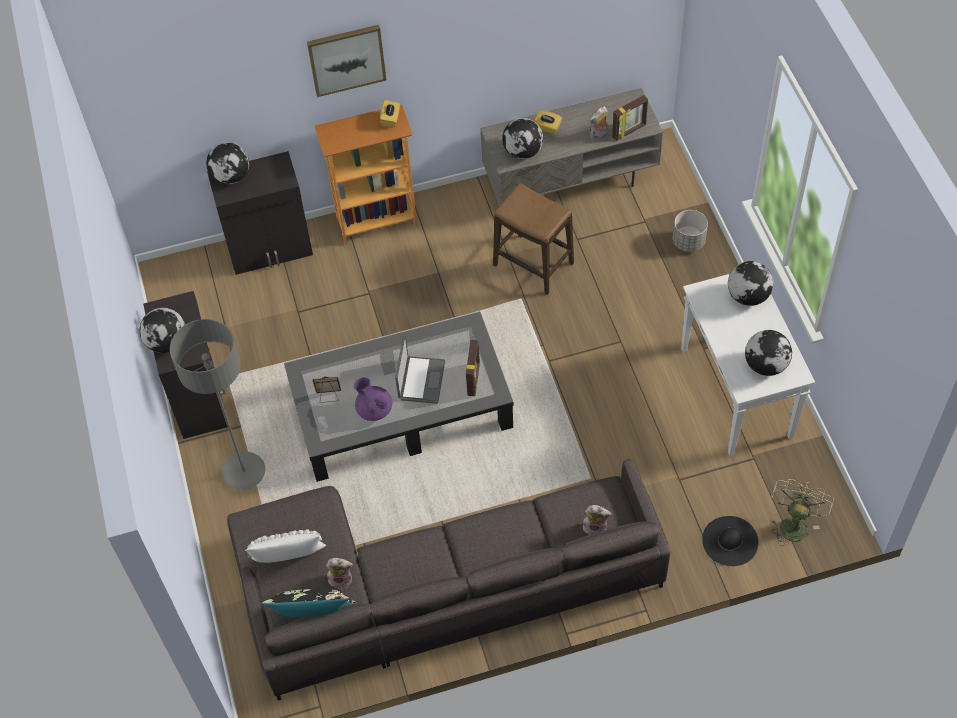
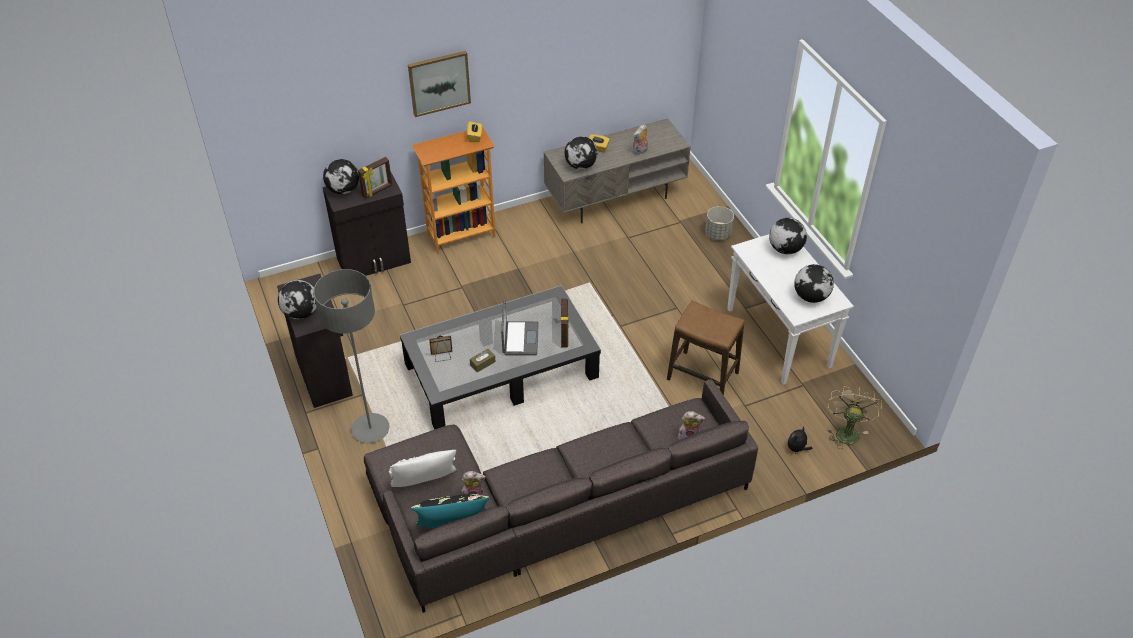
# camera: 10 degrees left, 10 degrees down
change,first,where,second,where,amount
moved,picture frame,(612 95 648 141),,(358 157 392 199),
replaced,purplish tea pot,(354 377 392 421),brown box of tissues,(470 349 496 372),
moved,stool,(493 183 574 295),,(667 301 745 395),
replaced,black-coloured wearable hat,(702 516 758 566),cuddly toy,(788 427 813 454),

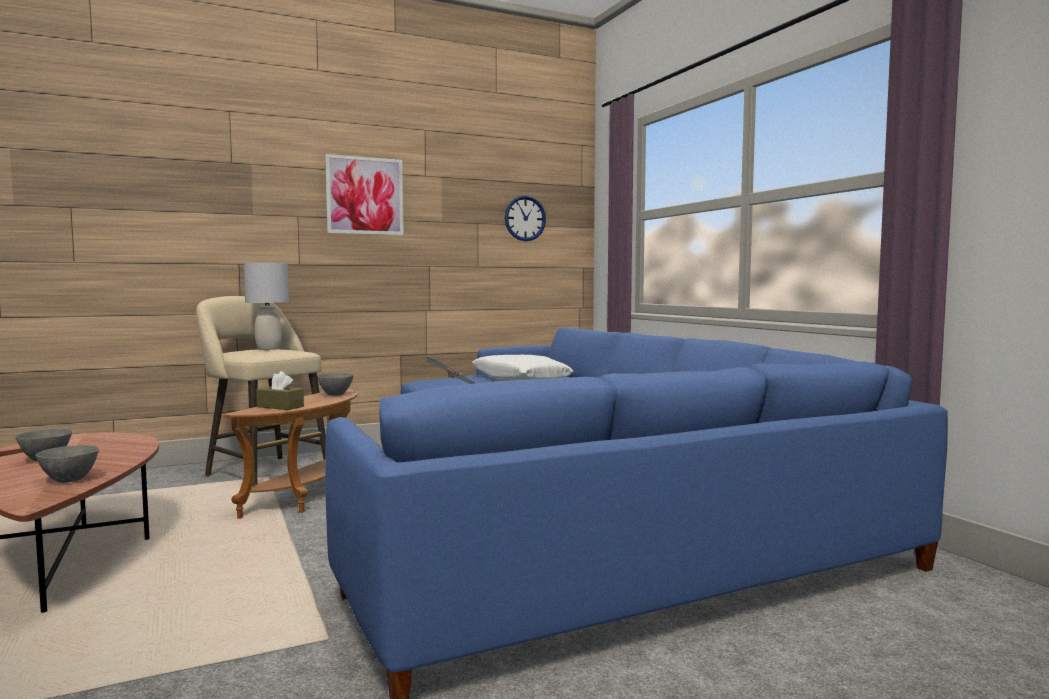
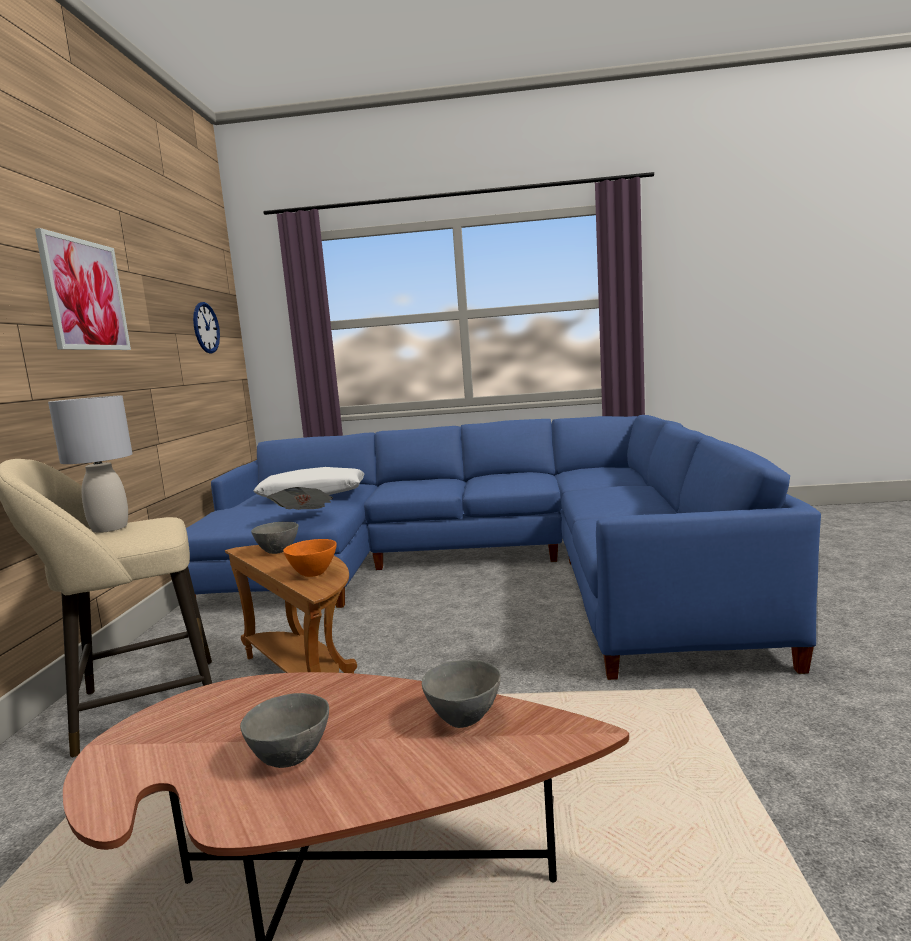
# camera: 60 degrees left, 5 degrees up
change,first,where,second,where,amount
replaced,brown box of tissues,(256 371 304 410),orange-coloured deep dish,(283 539 337 577),

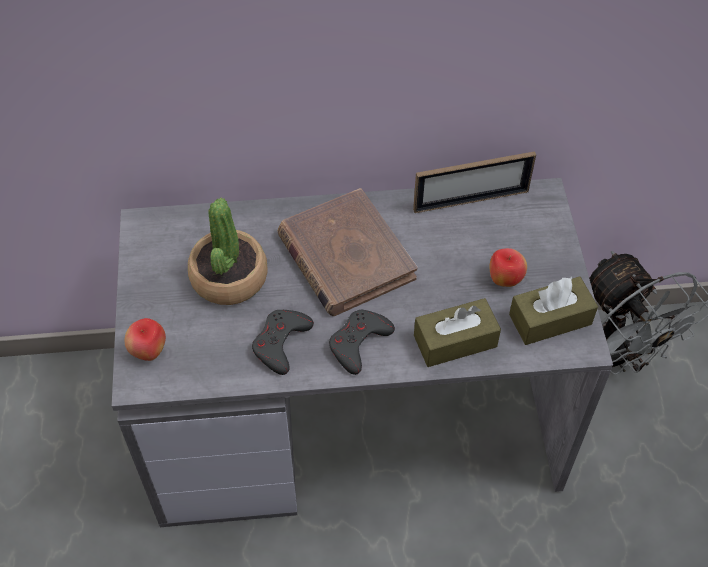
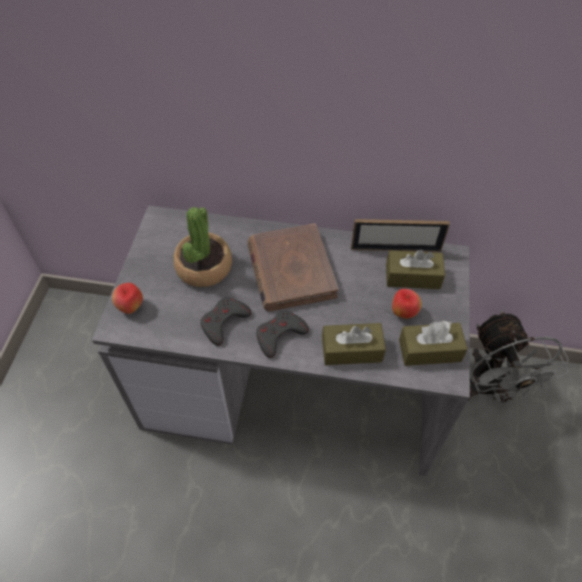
# camera: 15 degrees right, 0 degrees up
change,first,where,second,where,amount
added,,,brown box of tissues,(386 250 445 289),

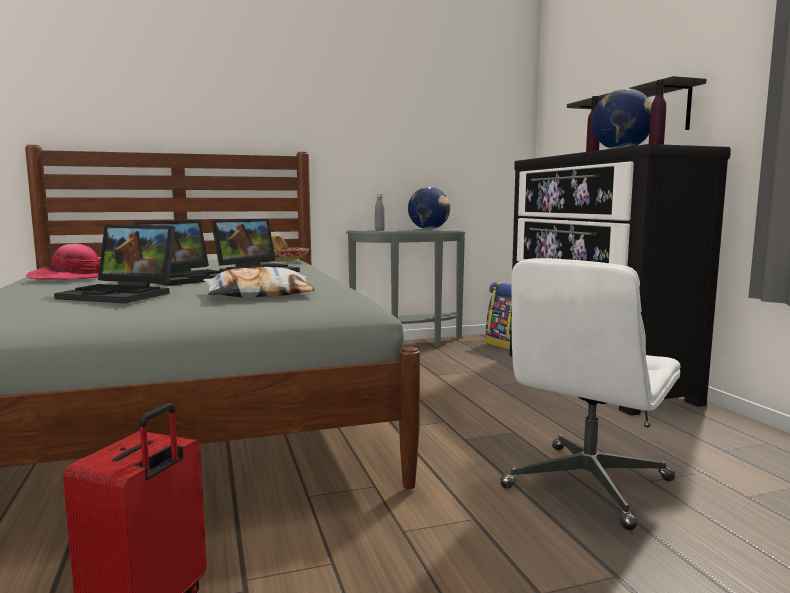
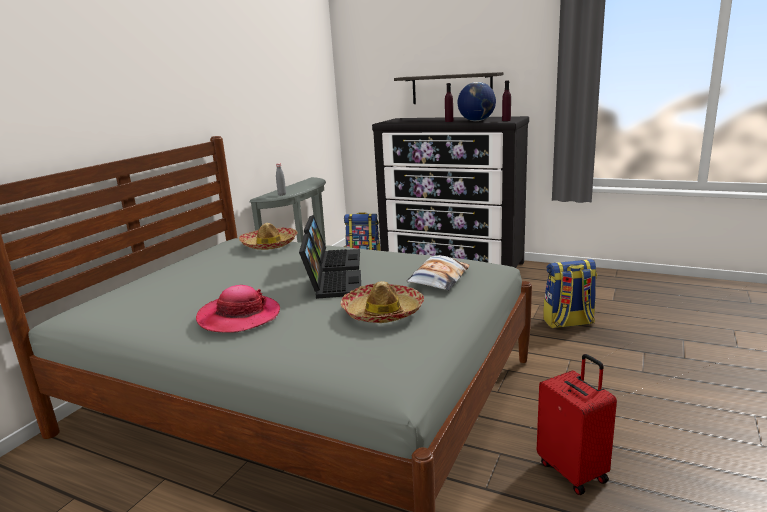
# camera: 45 degrees left, 10 degrees up
change,first,where,second,where,amount
replaced,portable computer,(54 224 176 304),wearable hat,(341 281 424 323),
replaced,whitish office chair,(500 258 680 530),rucksack,(544 259 597 328),
removed,world globe,(408 187 450 230),,,

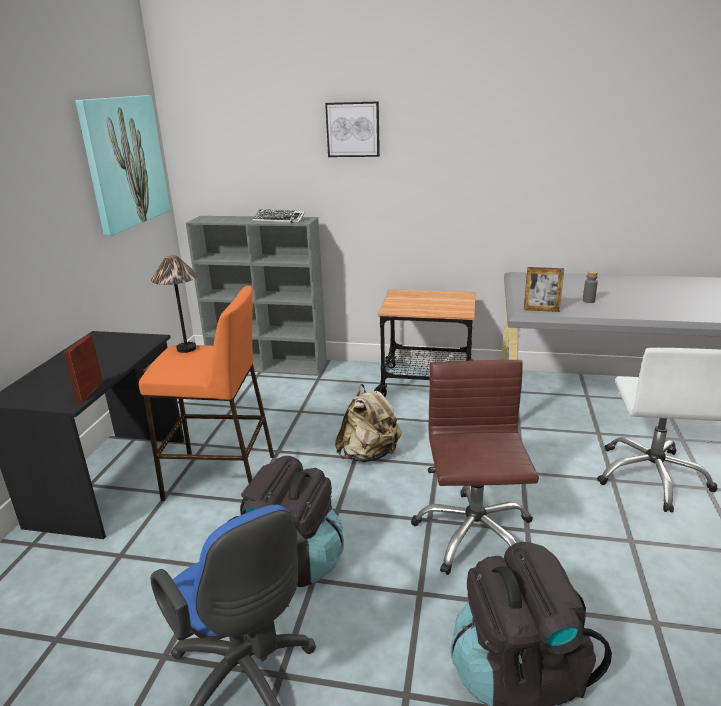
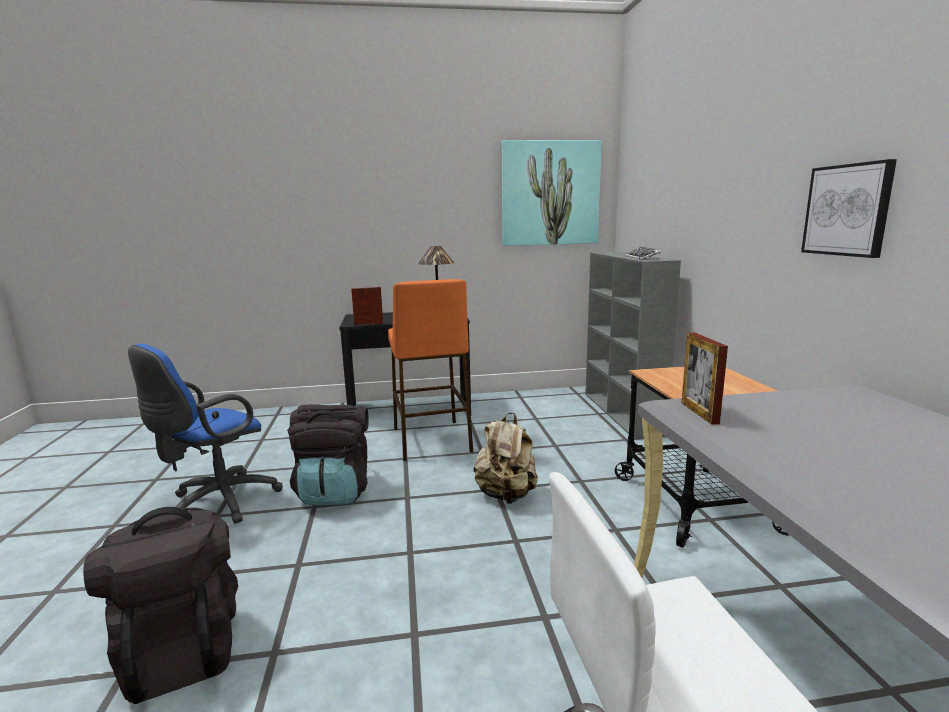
# camera: 70 degrees right, 10 degrees down
change,first,where,second,where,amount
moved,picture,(325 101 380 157),,(801 159 897 258),
removed,brown office chair,(411 360 539 575),,,
removed,grey beverage bottle,(583 271 598 303),,,

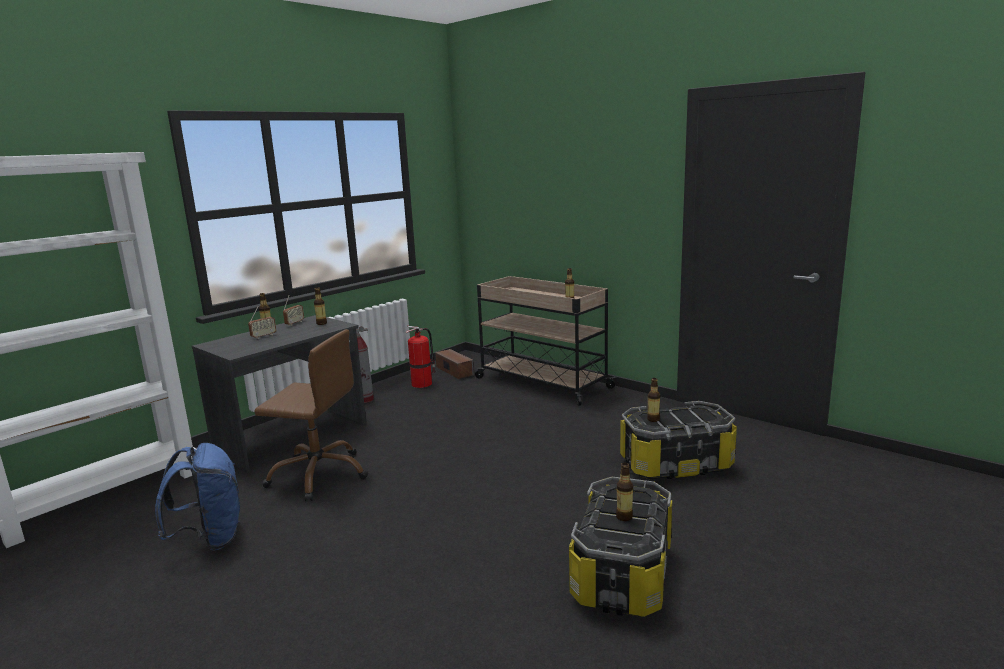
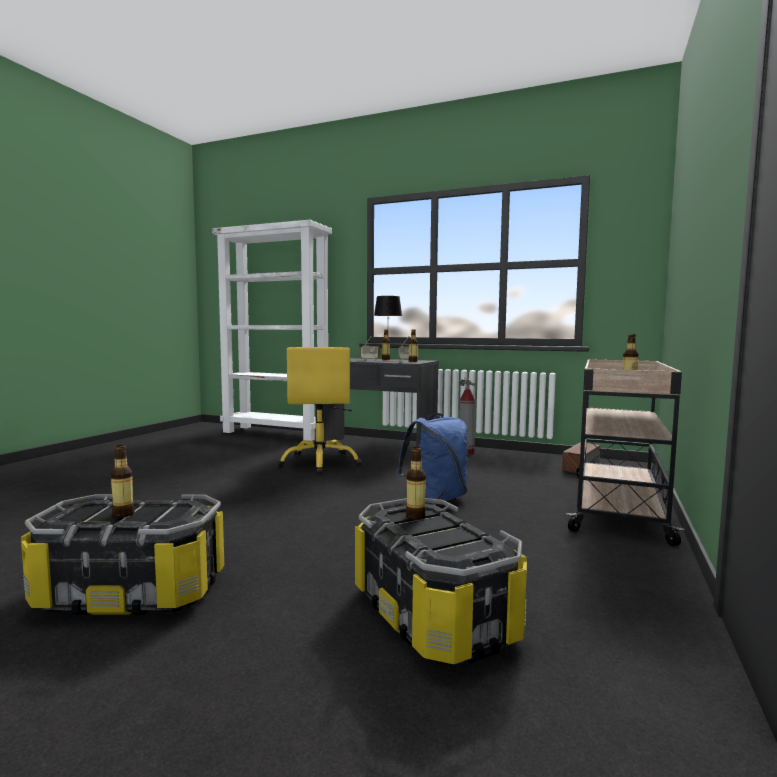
# camera: 70 degrees right, 10 degrees down
change,first,where,second,where,amount
recoloured,brown office chair,(254 329 368 501),yellowish office chair,(277 347 362 474),
added,,,tabletop lamp,(374 296 402 362),
moved,bluish rucksack,(155 443 240 551),,(396 413 468 504),
removed,extinguisher,(406 326 436 388),,,

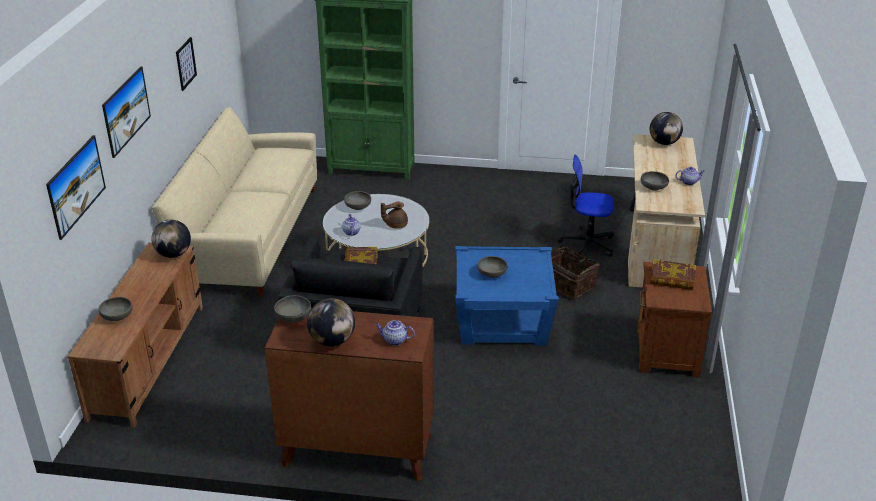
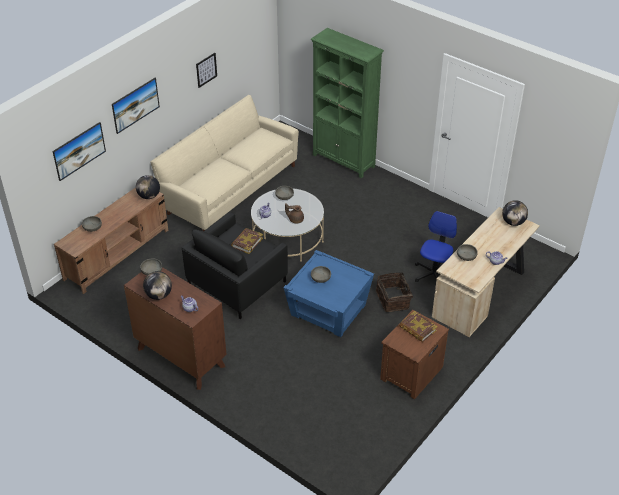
# camera: 30 degrees right, 10 degrees up
change,first,where,second,where,amount
turned,office chair,(558 154 614 257),,(415 211 457 282),75 degrees clockwise

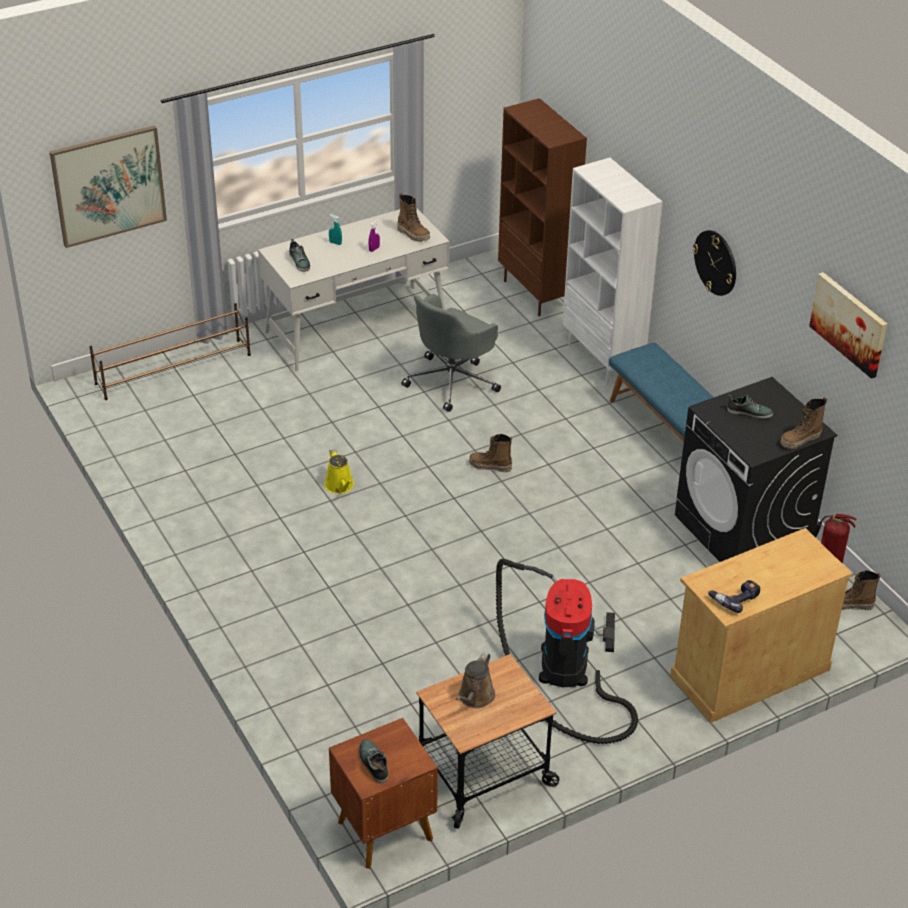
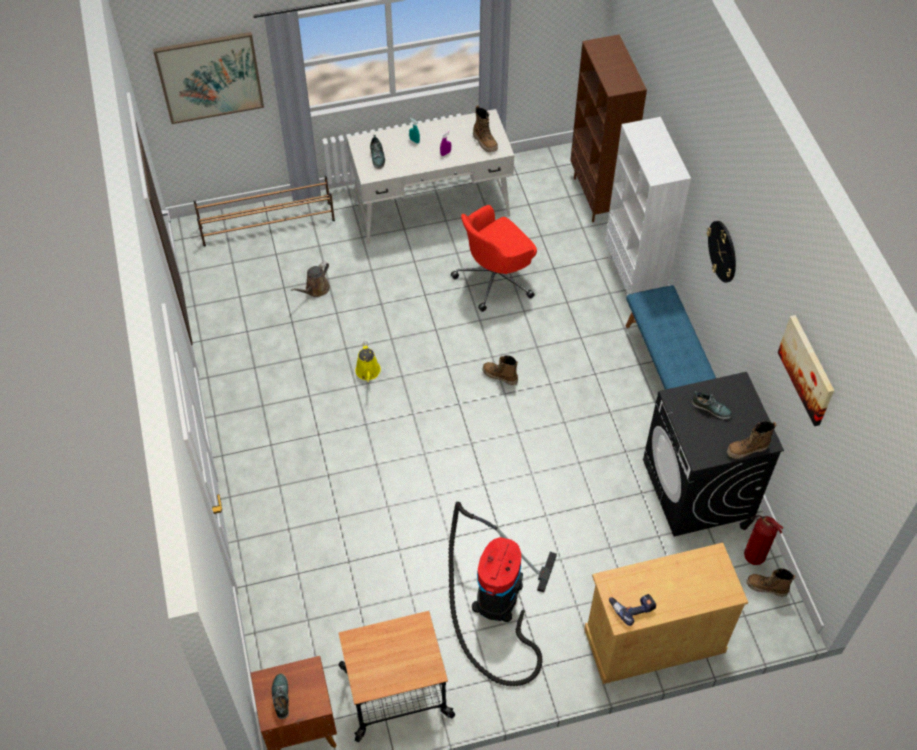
# camera: 15 degrees right, 15 degrees up
change,first,where,second,where,amount
moved,brown watering pot,(456 652 495 708),,(291 262 330 297),
recoloured,grey office chair,(402 294 501 412),reddish office chair,(451 205 537 312),

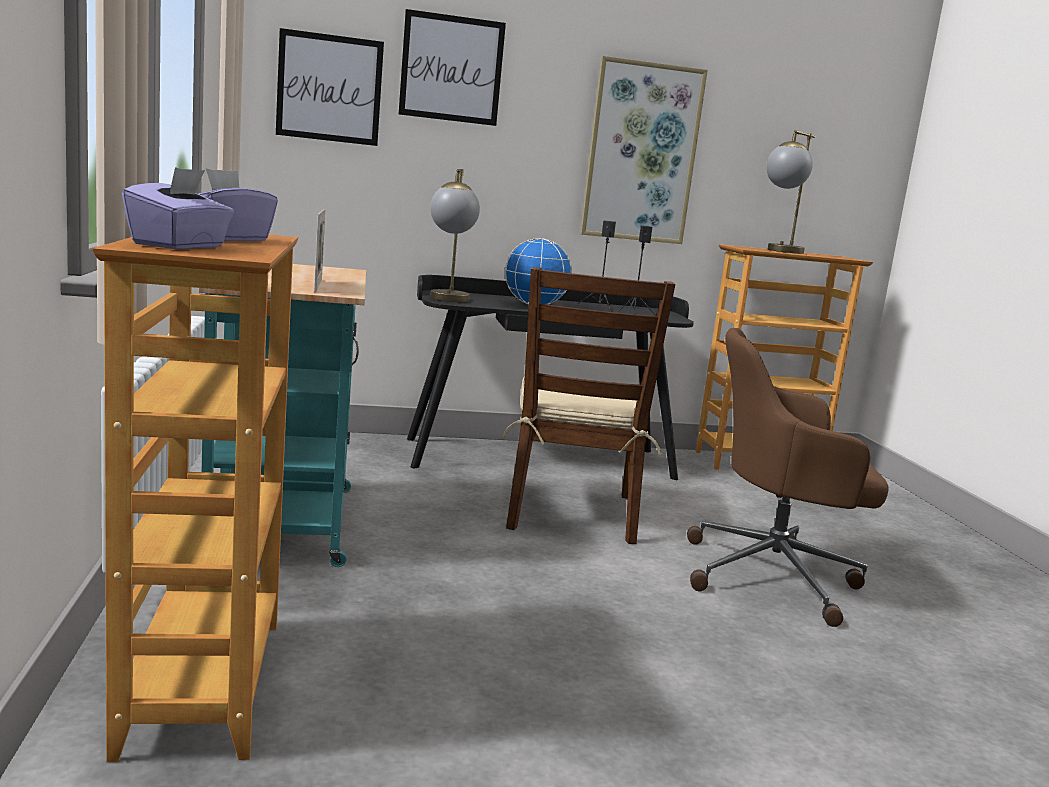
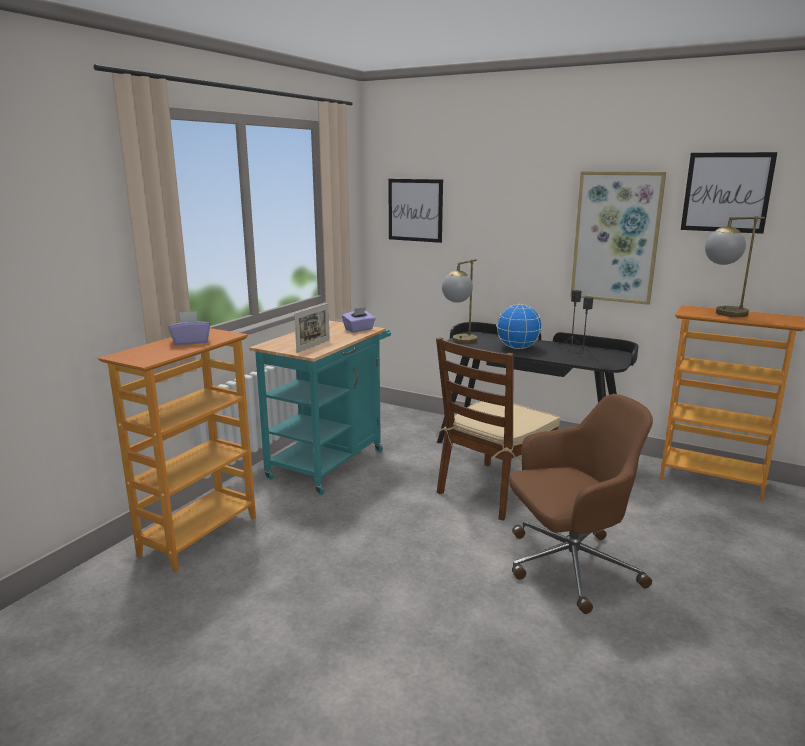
# camera: 40 degrees right, 5 degrees up
change,first,where,second,where,amount
moved,purplish box of tissues,(122 167 234 250),,(342 307 375 332),
turned,brown office chair,(687 328 889 627),,(509 394 653 614),120 degrees clockwise
moved,picture,(399 9 506 126),,(681 152 777 234),

